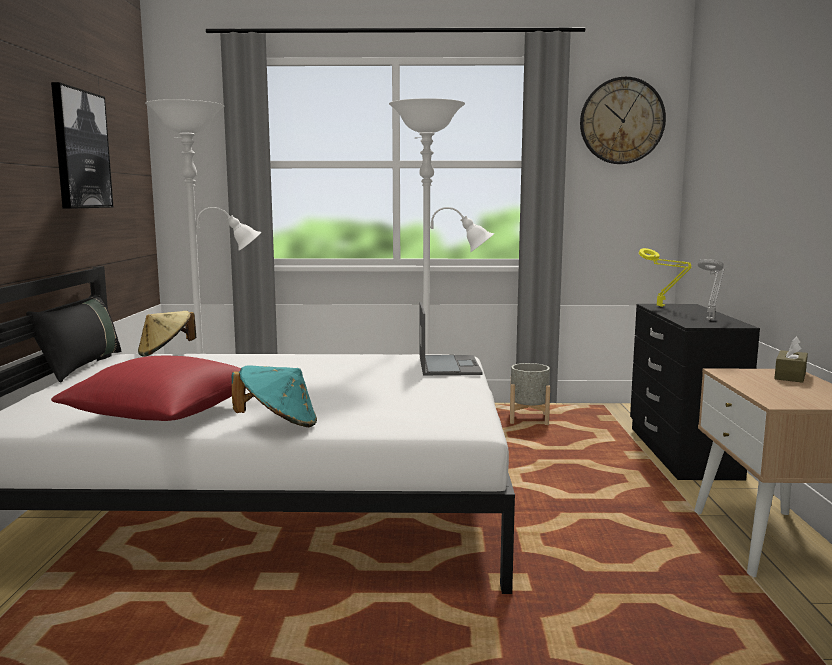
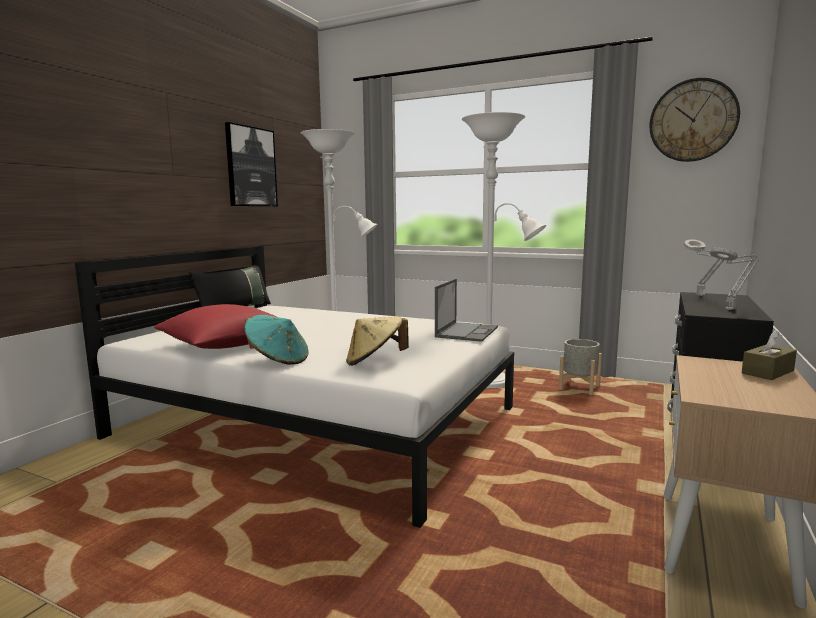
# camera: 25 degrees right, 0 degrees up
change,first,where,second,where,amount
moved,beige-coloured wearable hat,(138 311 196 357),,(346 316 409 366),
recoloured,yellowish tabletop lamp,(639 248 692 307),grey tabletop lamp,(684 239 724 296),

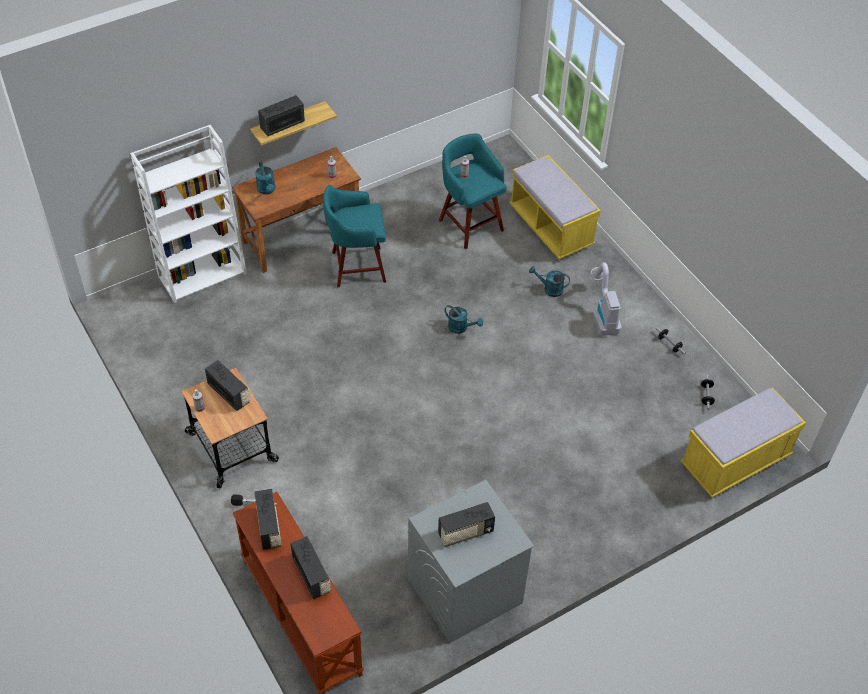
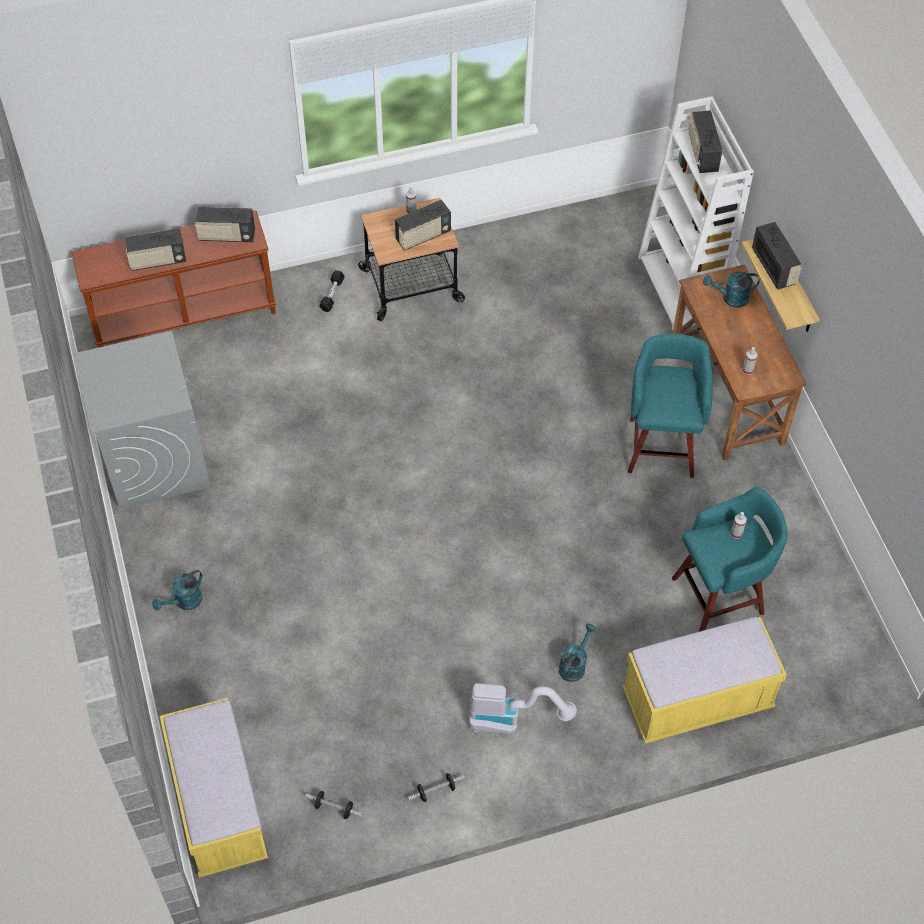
# camera: 105 degrees right, 5 degrees up
change,first,where,second,where,amount
moved,turquoise-coloured watering pot,(444 305 483 334),,(153 570 202 610),
moved,radio,(438 502 495 547),,(688 110 723 173),

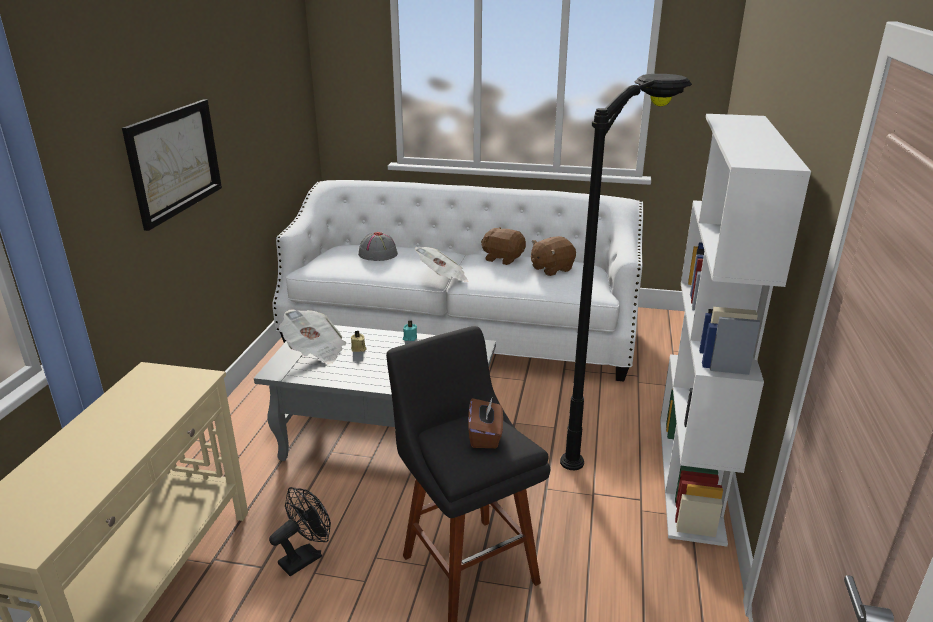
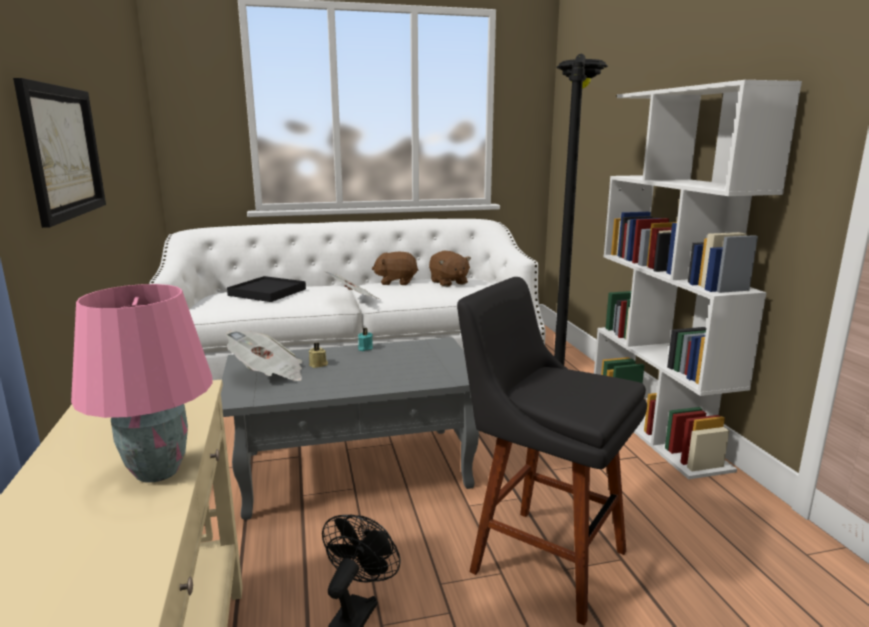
# camera: 25 degrees left, 10 degrees down
change,first,where,second,where,amount
added,,,pink-coloured tabletop lamp,(71 284 213 483),
replaced,grey wearable hat,(358 232 398 261),black-coloured tray,(227 276 306 302),
turned,brown cuddly toy,(531 236 576 276),,(429 251 471 287),60 degrees counterclockwise
removed,brown box of tissues,(468 398 503 448),,,

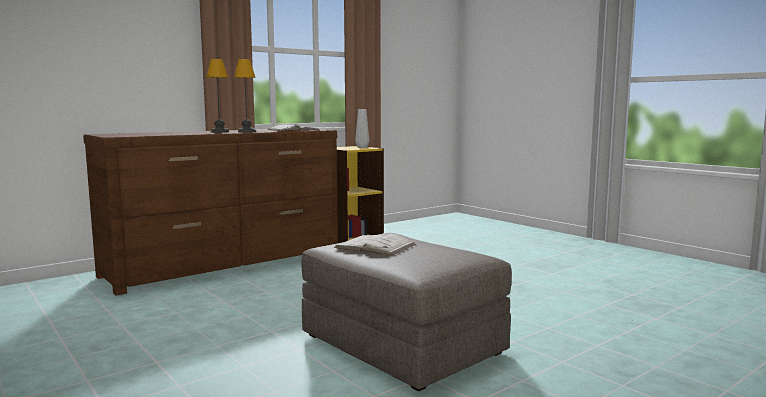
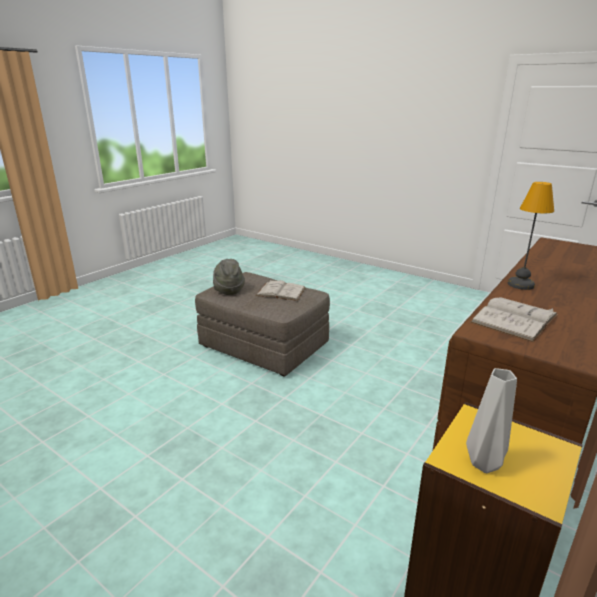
# camera: 165 degrees right, 15 degrees up
change,first,where,second,where,amount
added,,,grey wearable hat,(213 259 245 295),
removed,tabletop lamp,(207 59 229 133),,,

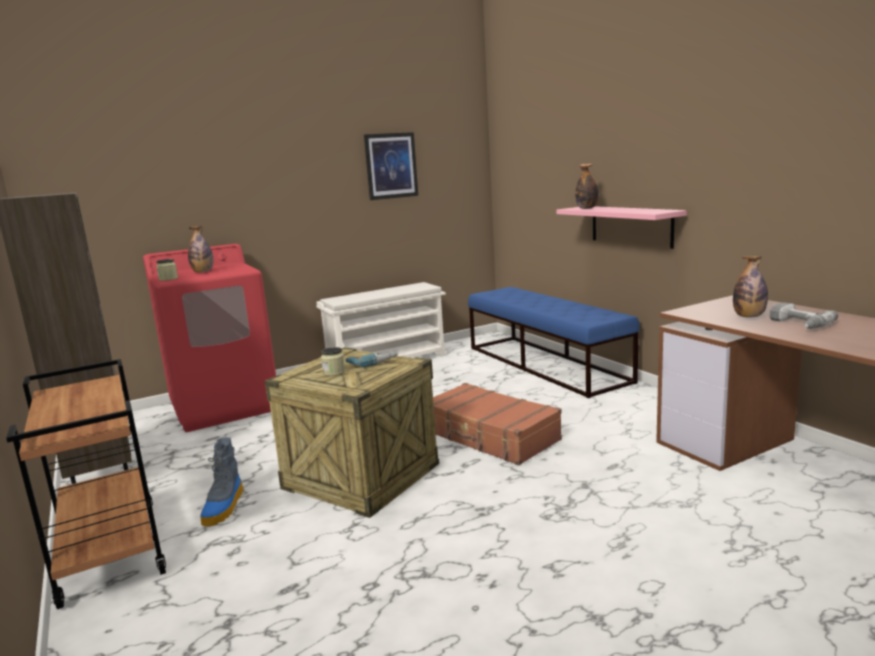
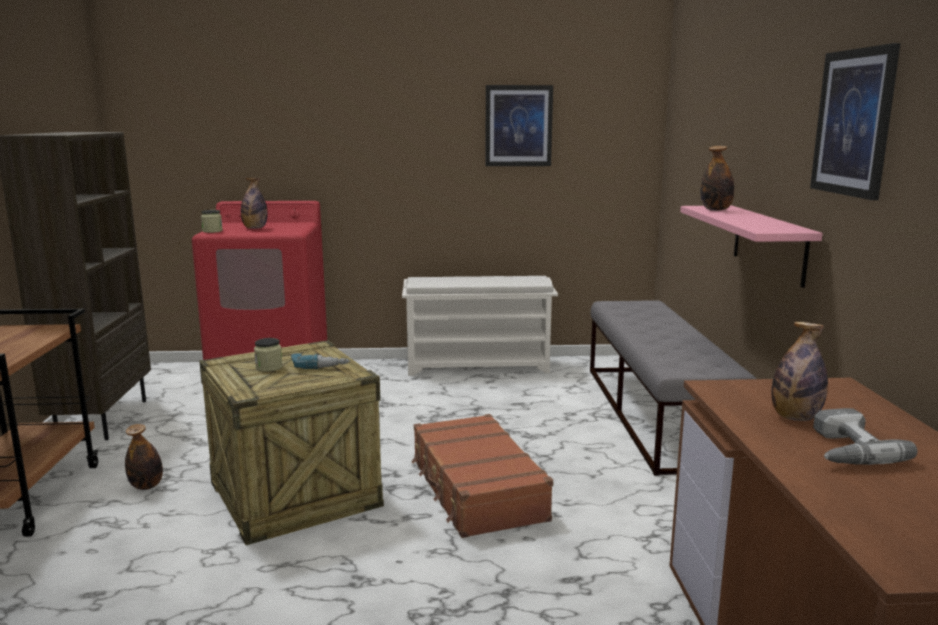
# camera: 25 degrees right, 0 degrees up
change,first,where,second,where,amount
replaced,tall boot,(200 437 243 526),beverage bottle,(125 424 163 490),
recoloured,bluish long seat,(468 287 640 398),grey long seat,(590 300 757 476),
added,,,picture,(810 43 901 200),

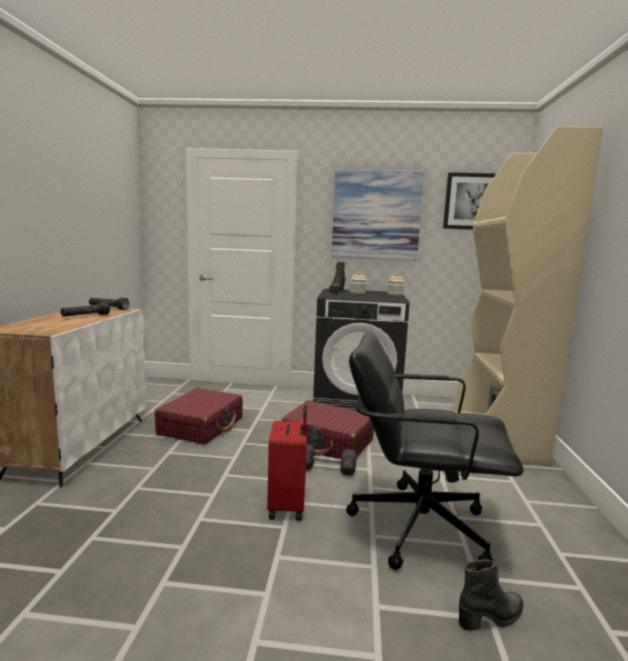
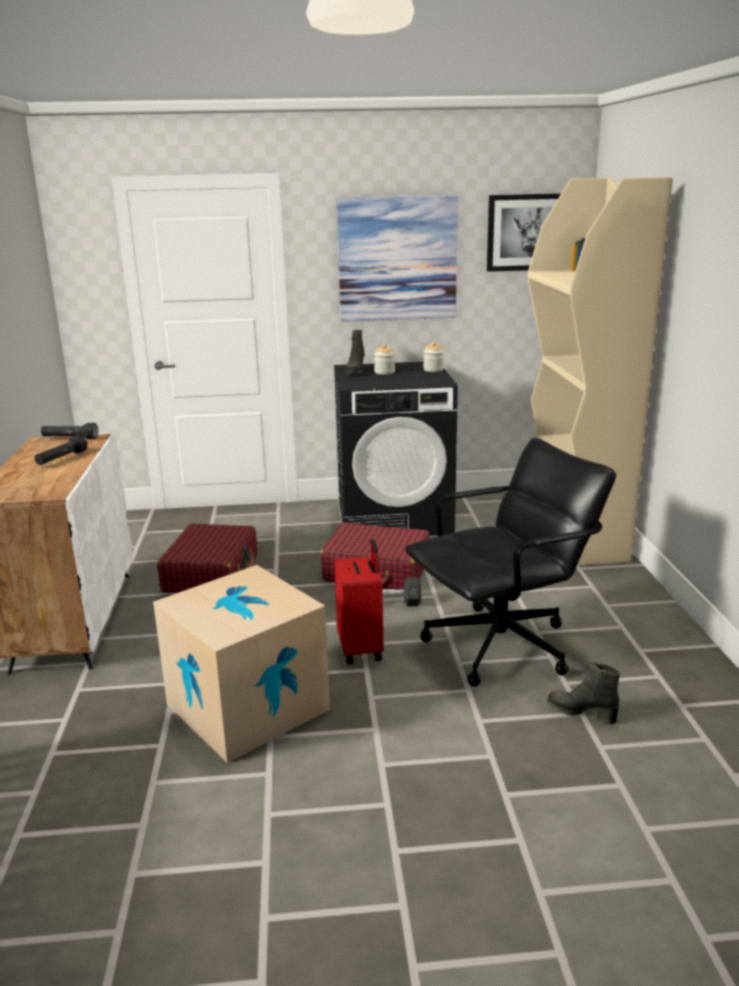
# camera: 10 degrees left, 10 degrees up
change,first,where,second,where,amount
added,,,carton,(153 565 330 763),
turned,black-coloured office chair,(346 331 524 570),,(405 438 616 687),150 degrees clockwise
turned,black-coloured tall boot,(459 559 524 631),,(547 662 620 725),120 degrees counterclockwise

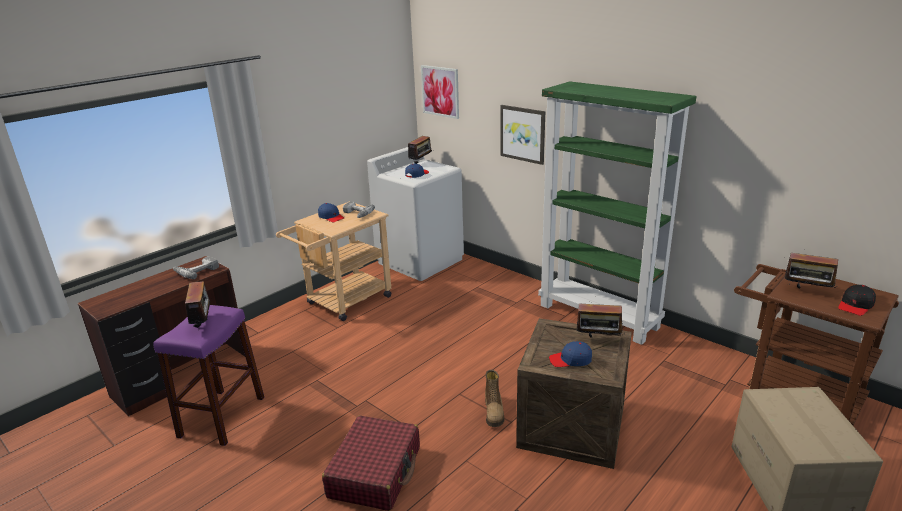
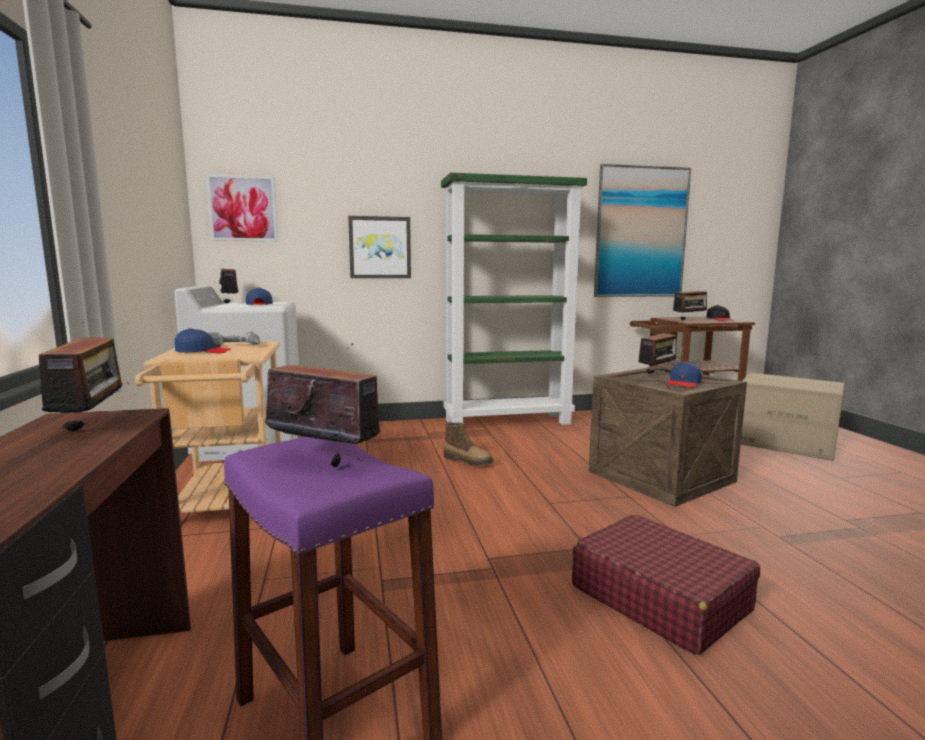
# camera: 55 degrees left, 15 degrees down
change,first,where,second,where,amount
replaced,drill,(173 257 219 279),radio,(28 322 128 432),
moved,tall boot,(485 370 504 427),,(444 422 493 466),
added,,,picture,(594 164 691 297),

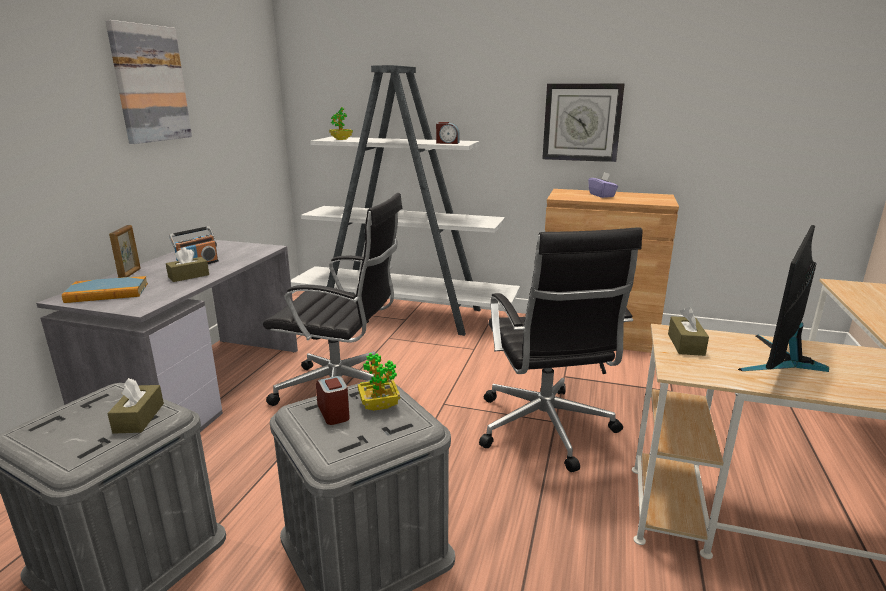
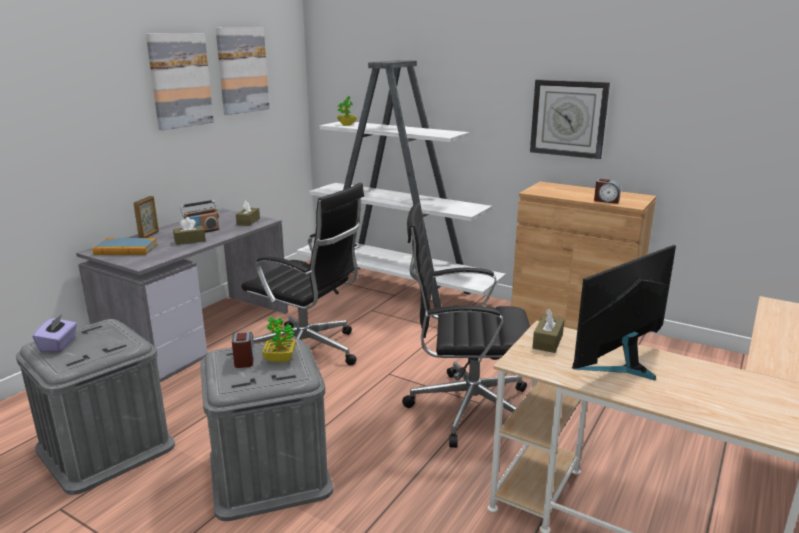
# camera: 15 degrees right, 0 degrees up
change,first,where,second,where,amount
moved,purplish box of tissues,(588 172 619 198),,(33 314 77 353),
added,,,picture,(216 28 270 115),
moved,brown box of tissues,(107 378 164 434),,(236 201 260 226),
turned,black-coloured office chair,(479 228 642 472),,(402 202 530 448),90 degrees clockwise
moved,table clock,(436 122 459 144),,(594 179 621 204),

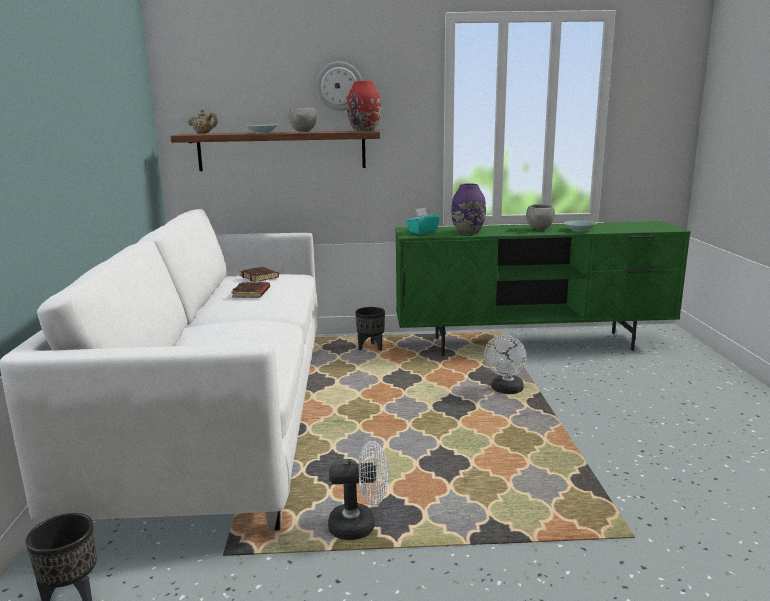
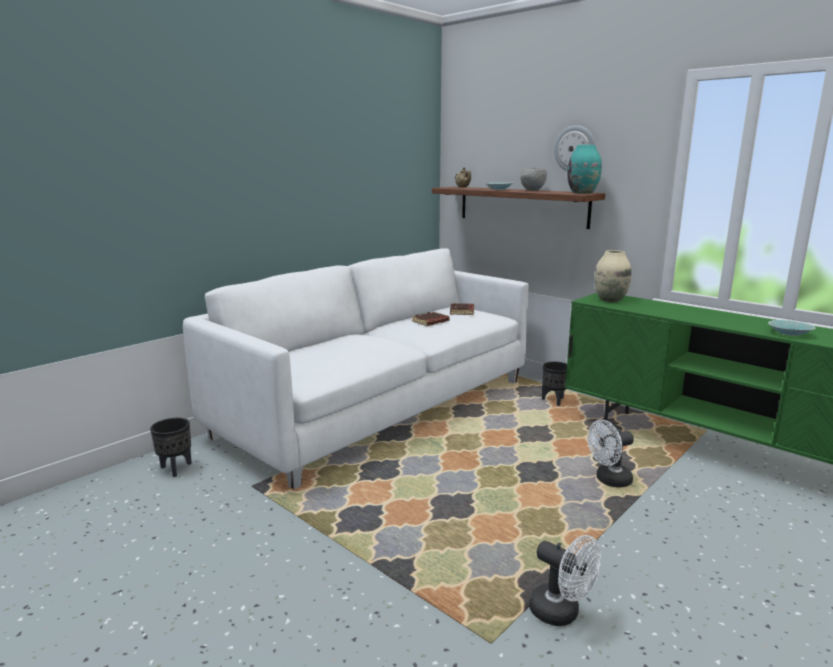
# camera: 45 degrees right, 0 degrees up
change,first,where,second,where,amount
moved,whitish electric fan,(328 441 388 540),,(529 535 601 626),
recoloured,reddish flower vase,(347 81 381 131),turquoise-coloured flower vase,(567 145 602 194),
replaced,turquoise-coloured box of tissues,(406 207 440 234),beige-coloured flower vase,(594 250 631 302),
removed,purplish flower vase,(451 184 486 235),,,
removed,grey deep dish,(526 204 555 230),,,

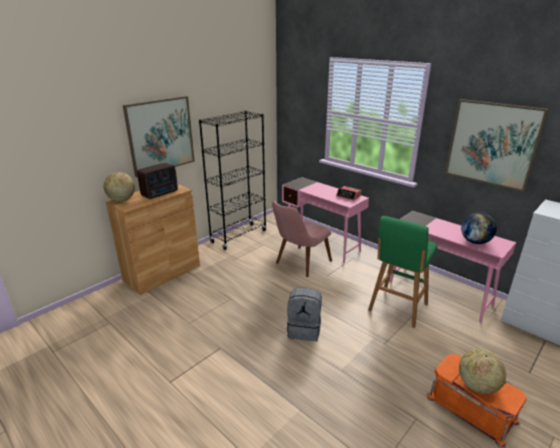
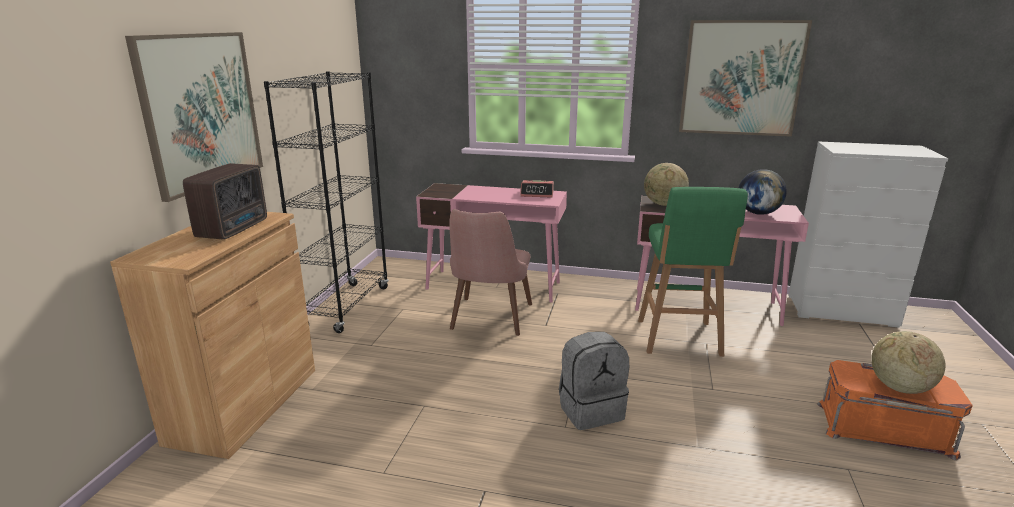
# camera: 30 degrees left, 5 degrees down
change,first,where,second,where,amount
moved,world globe,(104 172 135 201),,(644 163 689 206),

